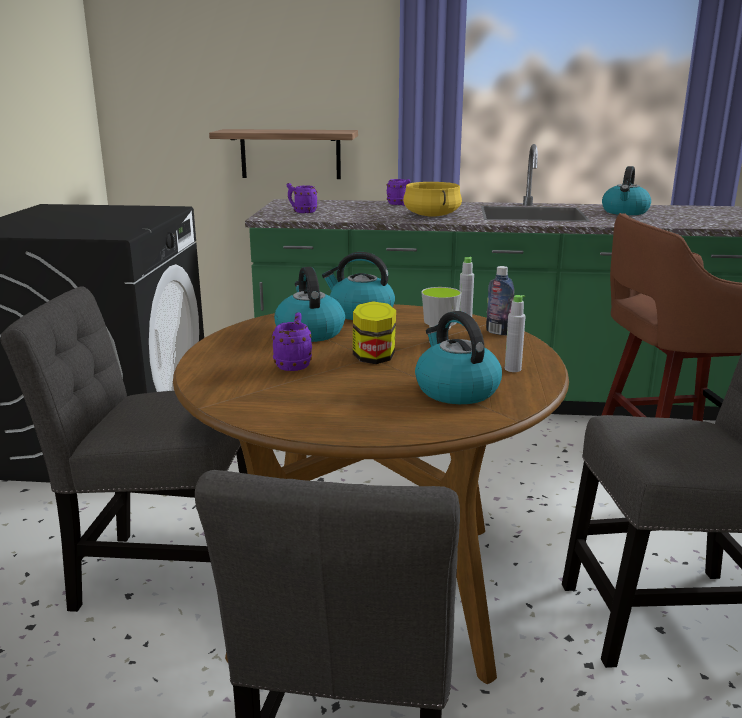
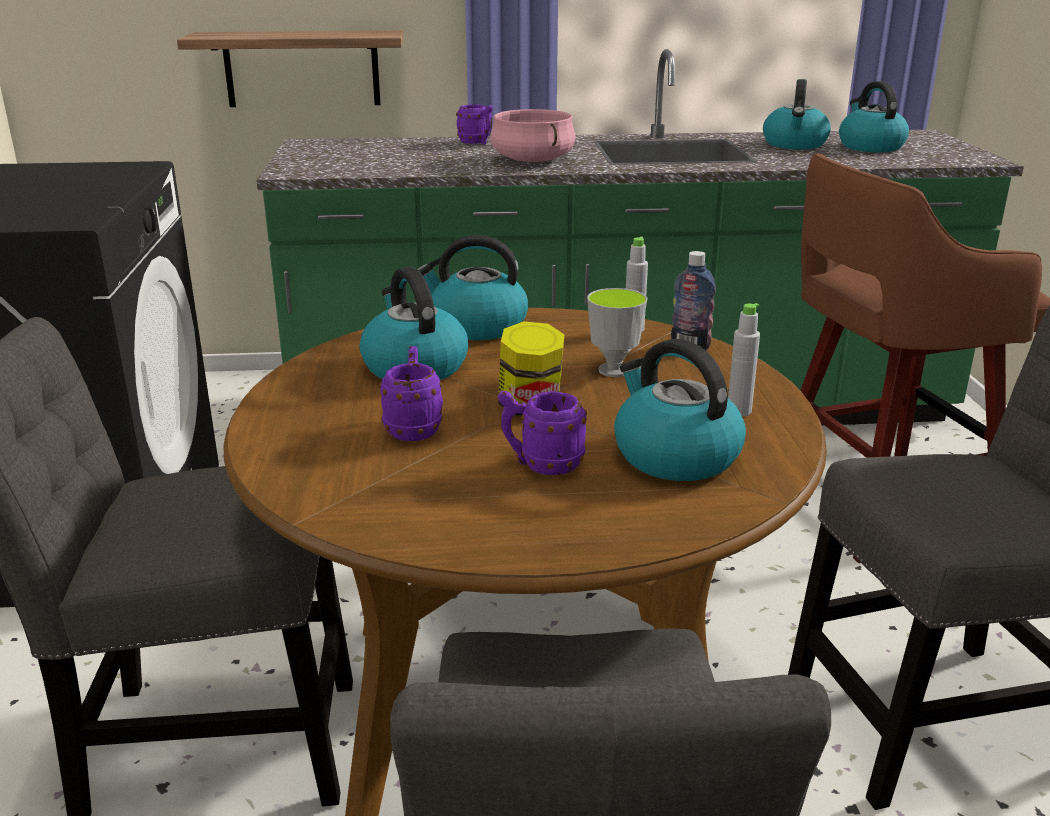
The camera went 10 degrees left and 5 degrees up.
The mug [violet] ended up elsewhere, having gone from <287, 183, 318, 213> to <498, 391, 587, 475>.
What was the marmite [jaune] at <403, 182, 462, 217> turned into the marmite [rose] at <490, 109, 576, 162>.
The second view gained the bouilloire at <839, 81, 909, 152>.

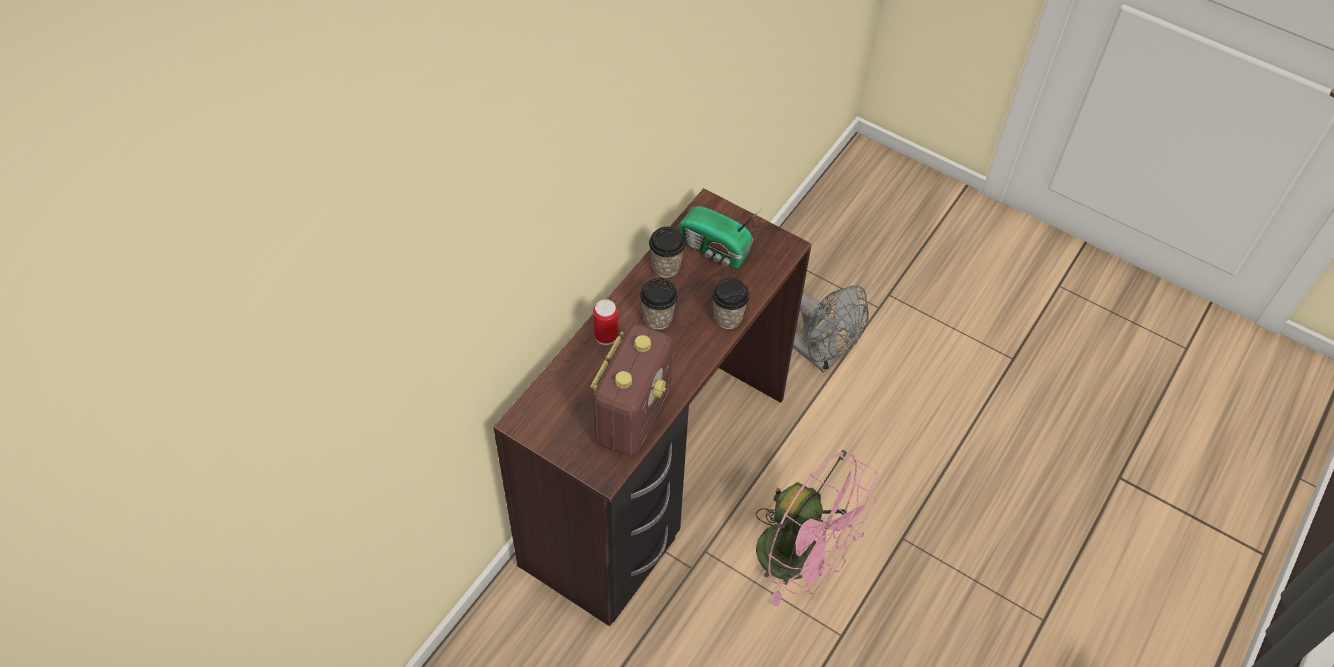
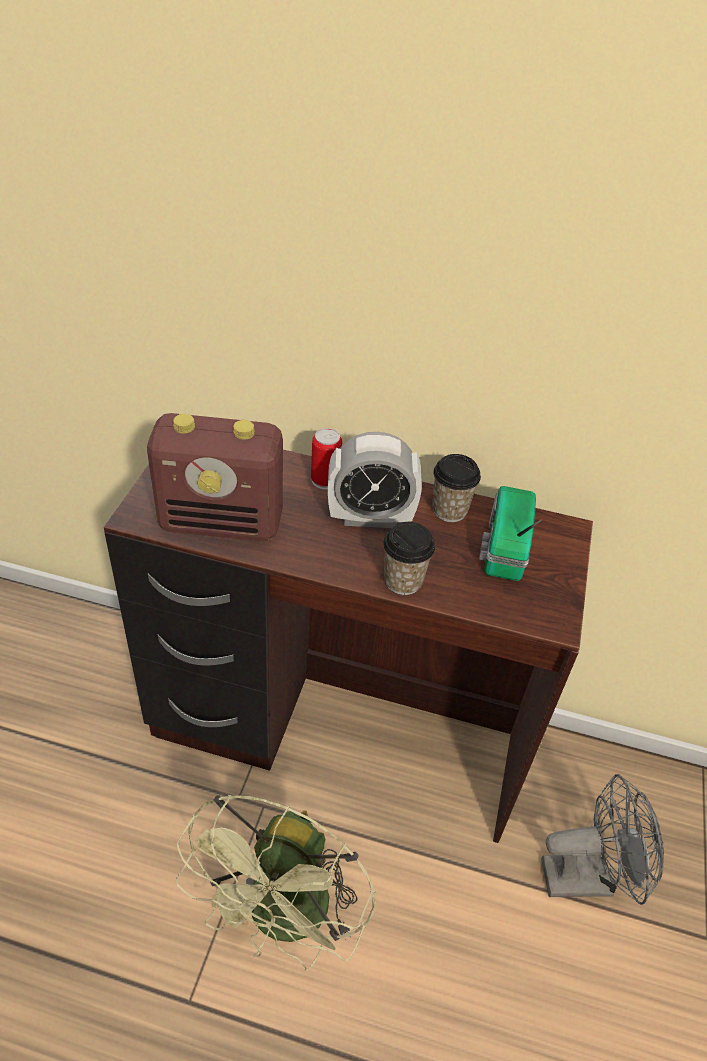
The camera went 70 degrees right and 10 degrees down.
Where the tasse stood at <640, 278, 678, 330>, the réveil came to stand at <328, 432, 422, 528>.
What was the ventilateur [rose] at <756, 450, 878, 606> turned into the ventilateur [vert] at <175, 795, 376, 971>.
The ventilateur [gris] at <793, 285, 869, 373> ended up facing another way, 120 degrees counterclockwise from before.

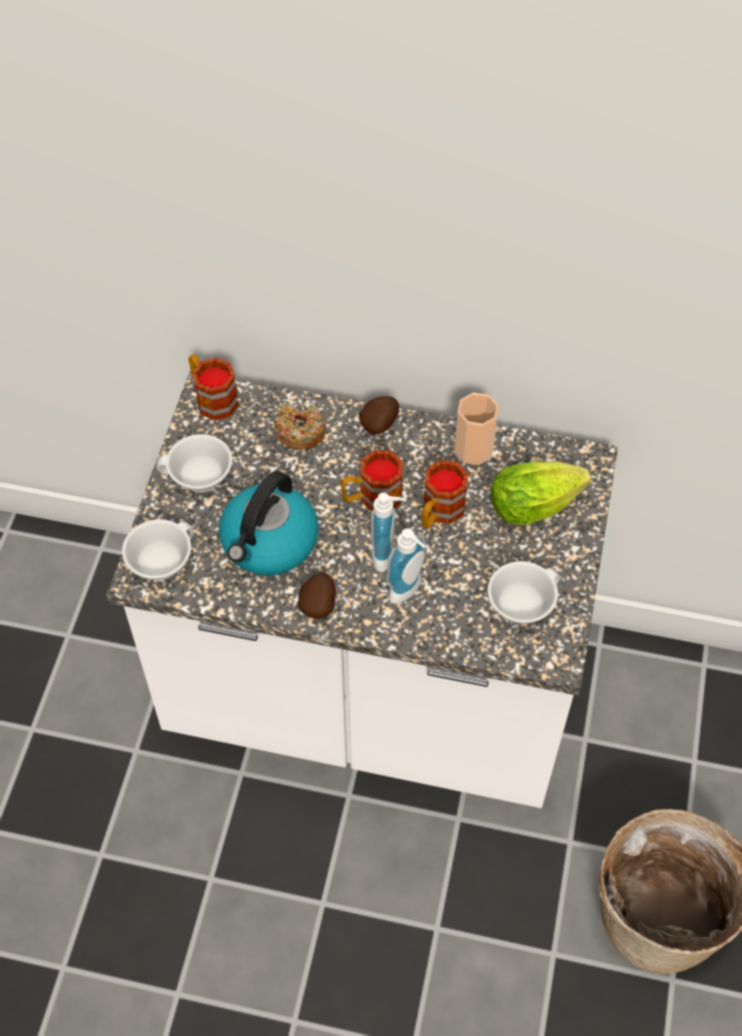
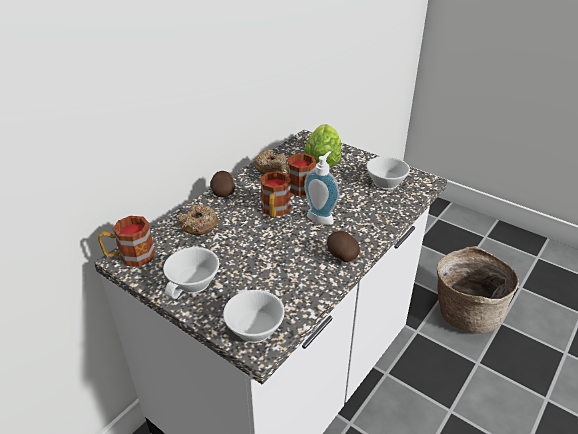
The camera went 65 degrees left and 20 degrees down.
The second view lost the bouilloire at <219, 471, 319, 576>.
The second view lost the distributeur de savon at <386, 528, 426, 604>.
Where the tasse stood at <454, 393, 499, 465>, the beignet came to stand at <254, 150, 287, 174>.

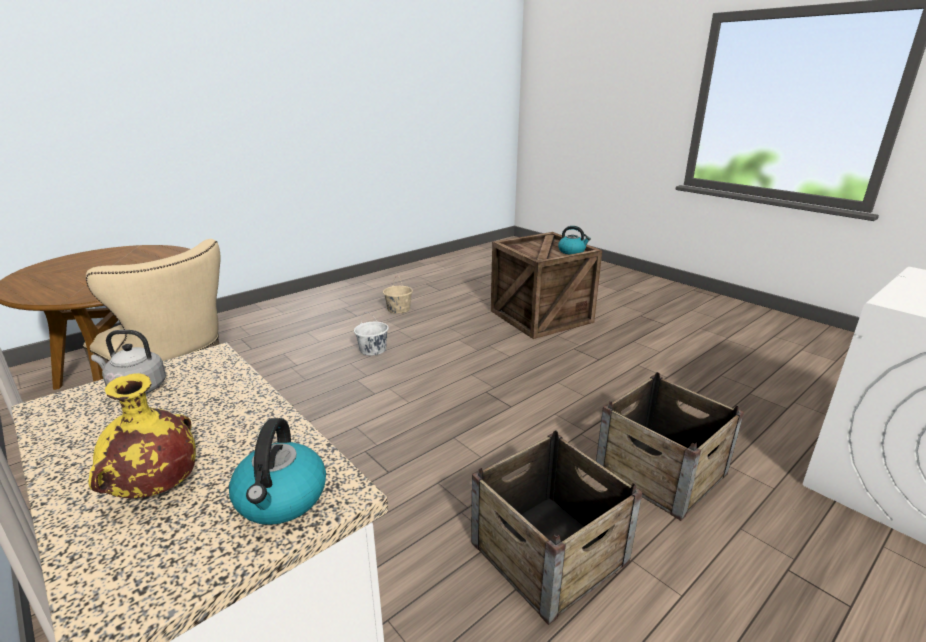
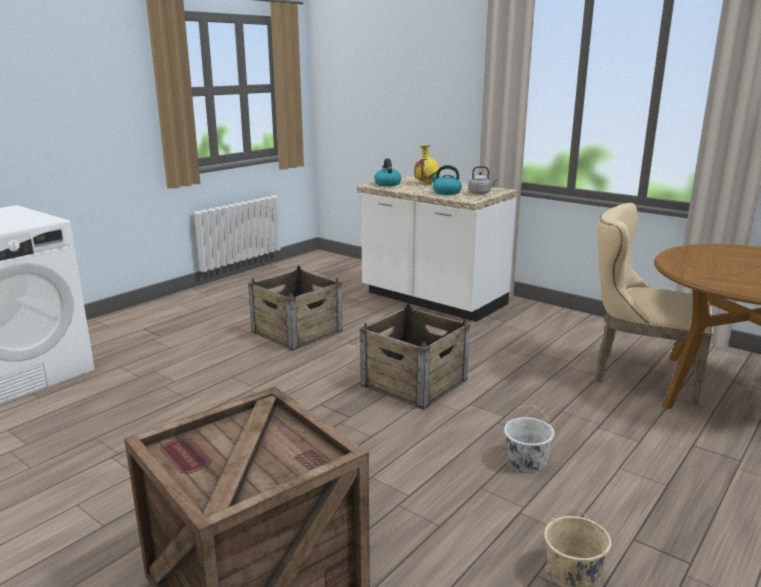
The camera went 170 degrees right and 5 degrees down.
The bouilloire ended up elsewhere, having gone from <558, 226, 591, 255> to <429, 165, 462, 195>.
The caisse ended up elsewhere, having gone from <596, 372, 744, 521> to <360, 303, 470, 410>.

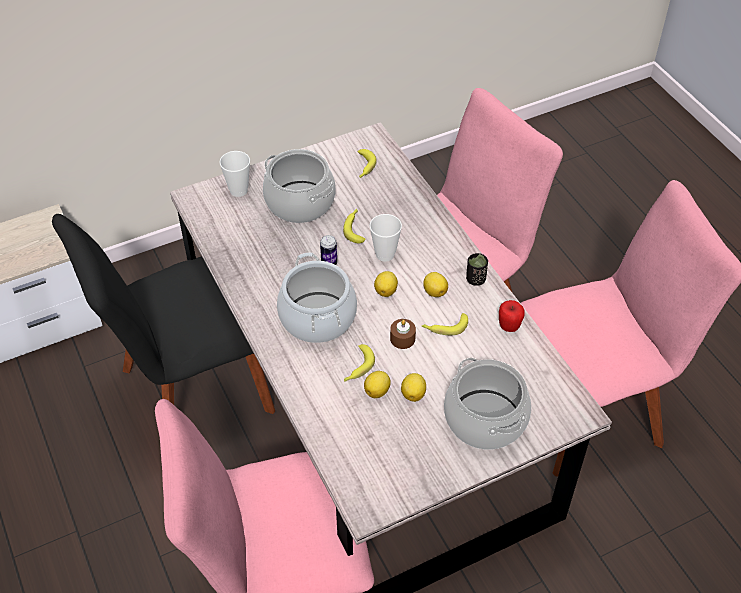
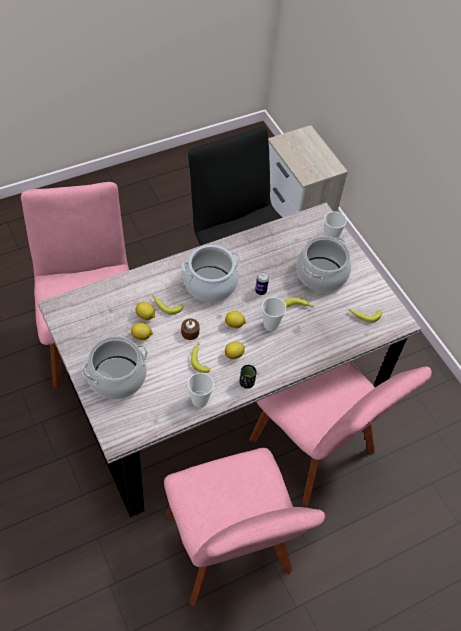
The camera went 85 degrees right and 5 degrees up.
Where the pomme stood at <499, 300, 525, 332>, the tasse came to stand at <188, 373, 214, 408>.

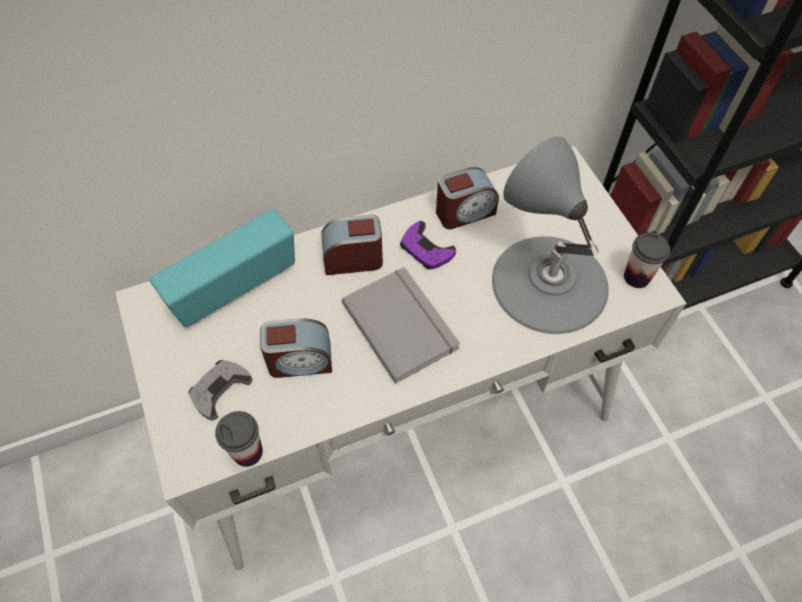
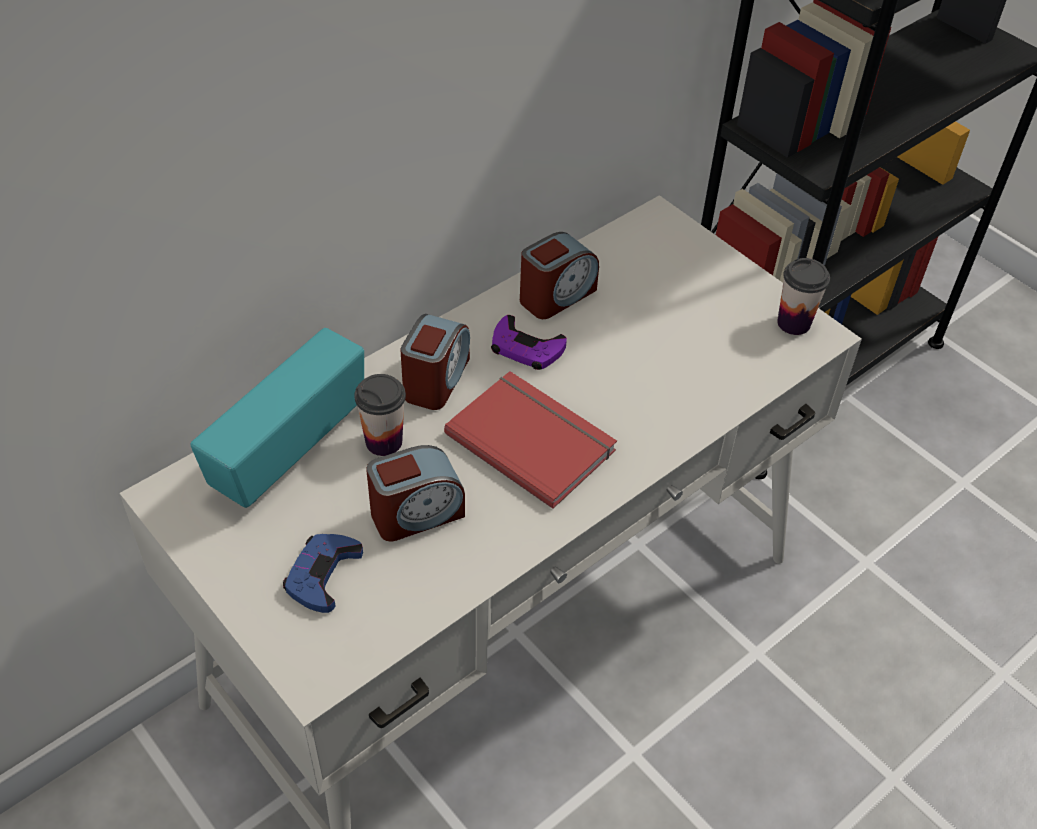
The camera went 20 degrees left and 10 degrees down.
What was the manette [gris] at <188, 360, 252, 421> turned into the manette [bleu] at <283, 534, 363, 613>.
The tasse ended up elsewhere, having gone from <215, 411, 263, 467> to <355, 374, 406, 456>.
The réveil at <321, 215, 383, 275> ended up facing another way, 135 degrees clockwise from before.
What was the livre [gris] at <342, 267, 460, 383> turned into the livre [rouge] at <444, 371, 617, 509>.
The second view lost the lampe de table [gris] at <492, 136, 609, 334>.

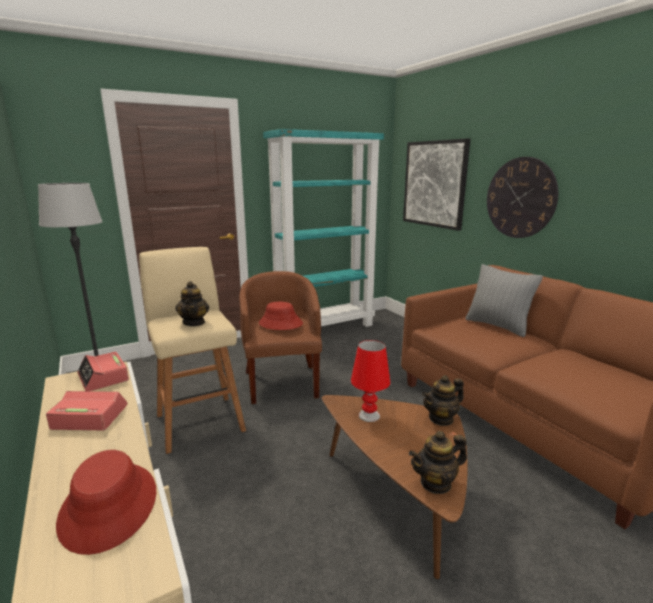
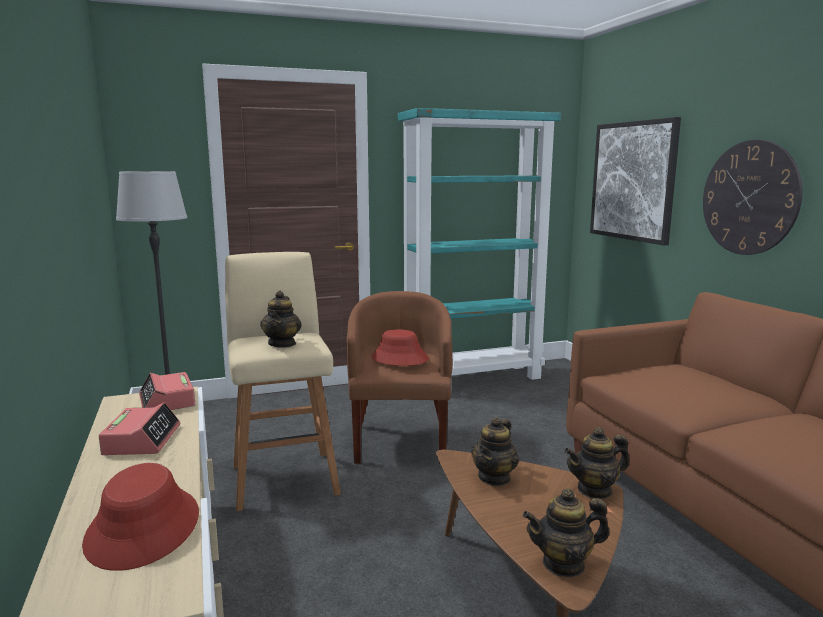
The camera went 10 degrees right and 5 degrees down.
The réveil at <46, 391, 127, 430> ended up facing another way, 75 degrees clockwise from before.
Where the lampe de table [rouge] stood at <351, 340, 391, 422>, the théière came to stand at <471, 417, 519, 486>.
The second view lost the coussin [gris] at <465, 264, 543, 337>.

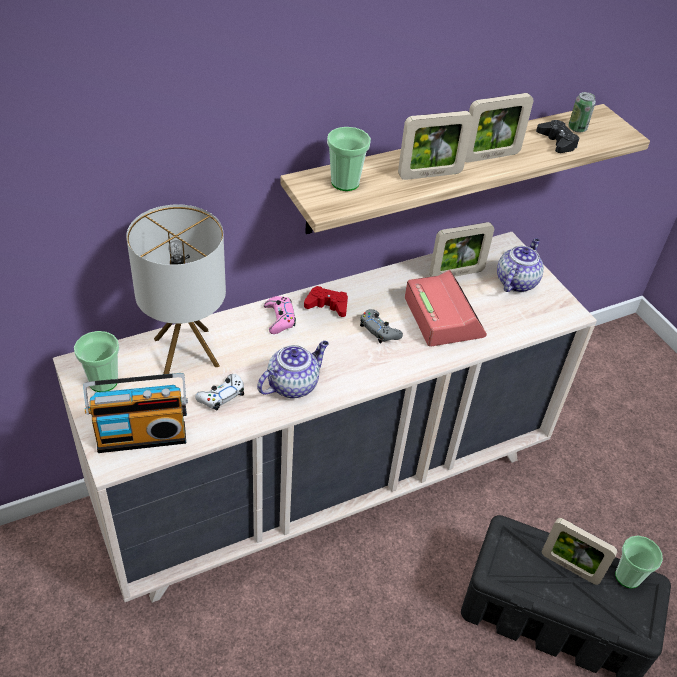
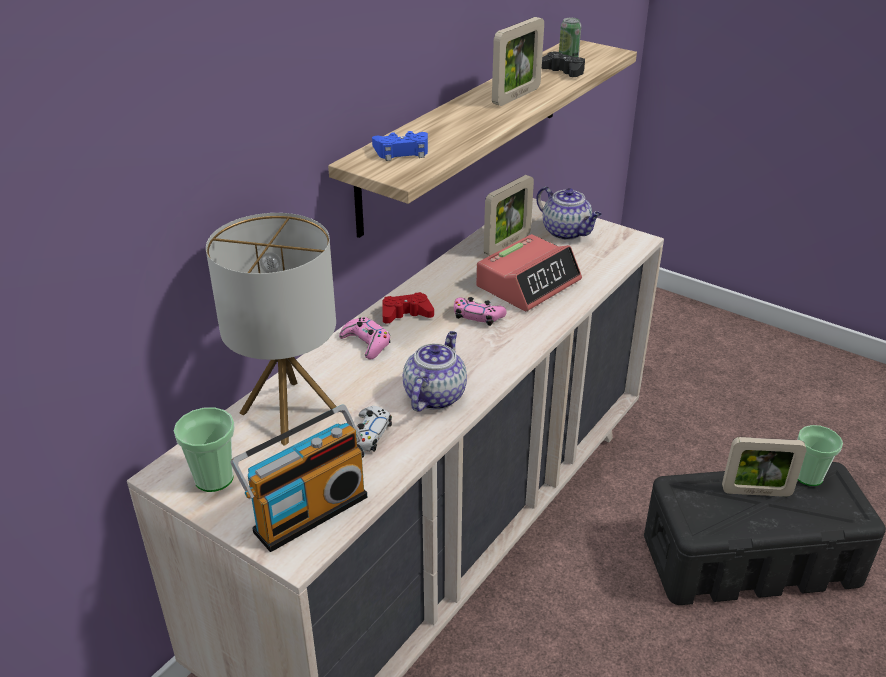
The camera went 25 degrees left and 10 degrees down.
Where the tasse stood at <327, 127, 371, 191>, the manette [bleu] came to stand at <372, 131, 428, 161>.
What was the manette [gris] at <360, 309, 403, 343> turned into the manette [rose] at <454, 297, 507, 326>.
The second view lost the cadre photo at <398, 111, 473, 180>.
The réveil at <405, 270, 487, 347> ended up facing another way, 90 degrees clockwise from before.
The théière at <497, 238, 544, 292> ended up facing another way, 135 degrees clockwise from before.

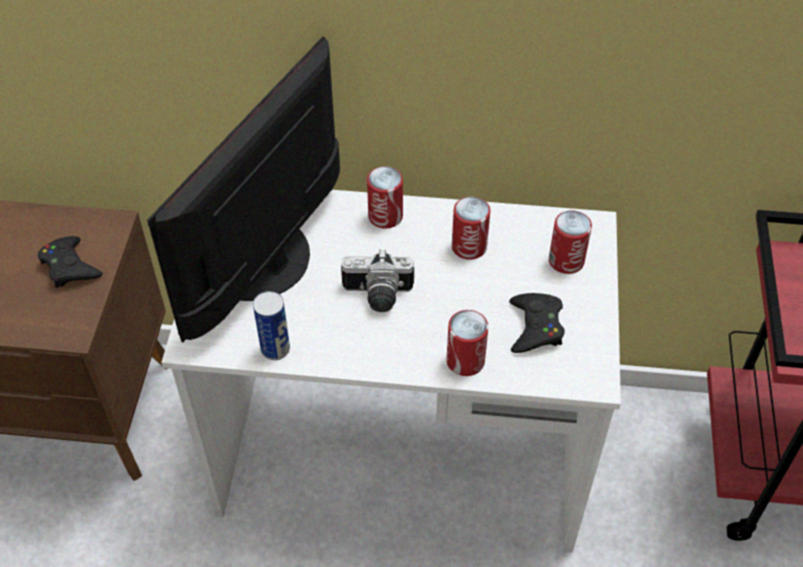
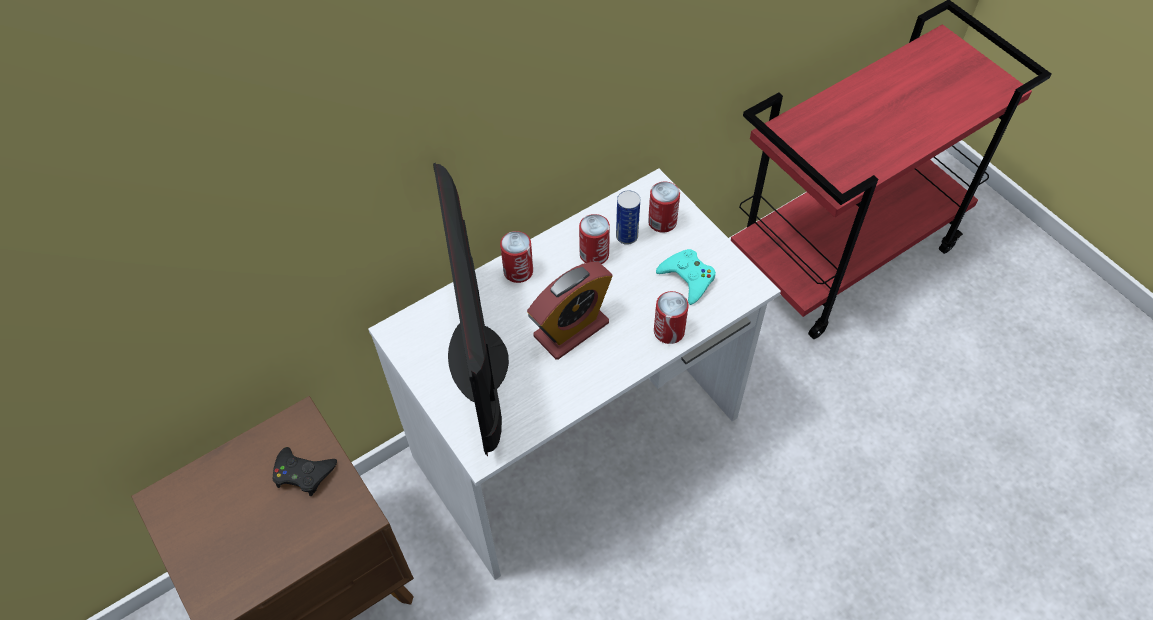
The camera went 40 degrees left and 5 degrees up.
The boîte métallique ended up elsewhere, having gone from <253, 291, 290, 360> to <616, 190, 640, 245>.
Where the appareil photo stood at <341, 249, 414, 312>, the réveil came to stand at <527, 262, 613, 360>.
What was the manette [noir] at <509, 293, 565, 353> turned into the manette [turquoise] at <656, 249, 716, 305>.

